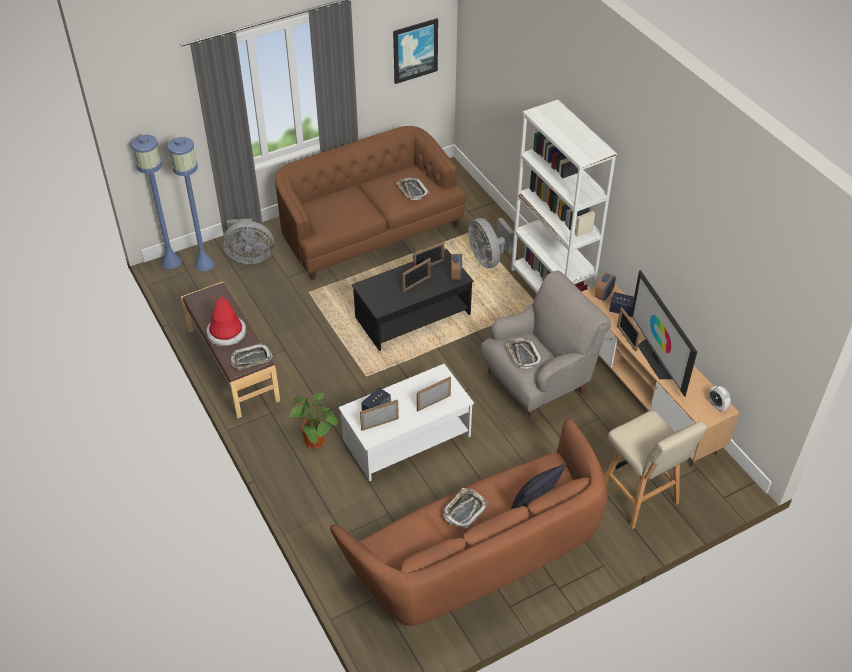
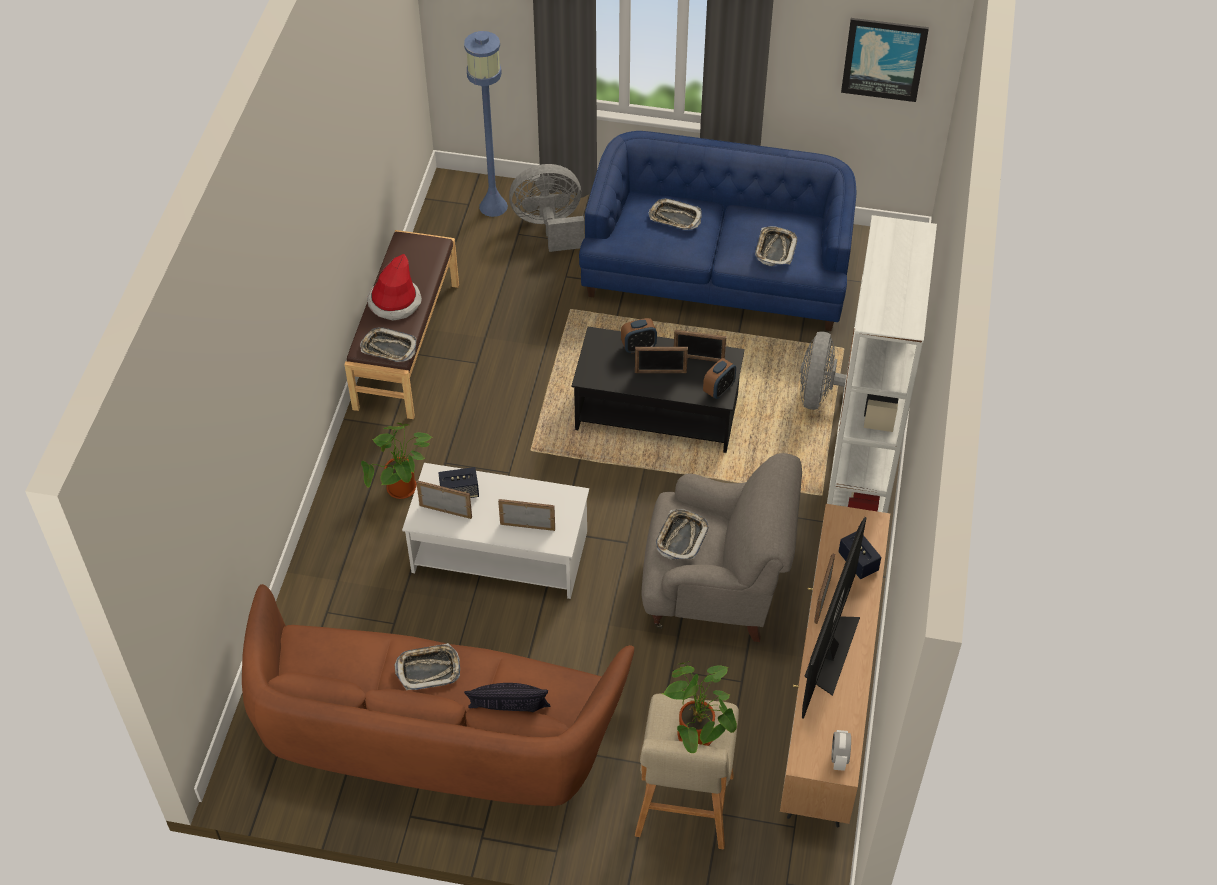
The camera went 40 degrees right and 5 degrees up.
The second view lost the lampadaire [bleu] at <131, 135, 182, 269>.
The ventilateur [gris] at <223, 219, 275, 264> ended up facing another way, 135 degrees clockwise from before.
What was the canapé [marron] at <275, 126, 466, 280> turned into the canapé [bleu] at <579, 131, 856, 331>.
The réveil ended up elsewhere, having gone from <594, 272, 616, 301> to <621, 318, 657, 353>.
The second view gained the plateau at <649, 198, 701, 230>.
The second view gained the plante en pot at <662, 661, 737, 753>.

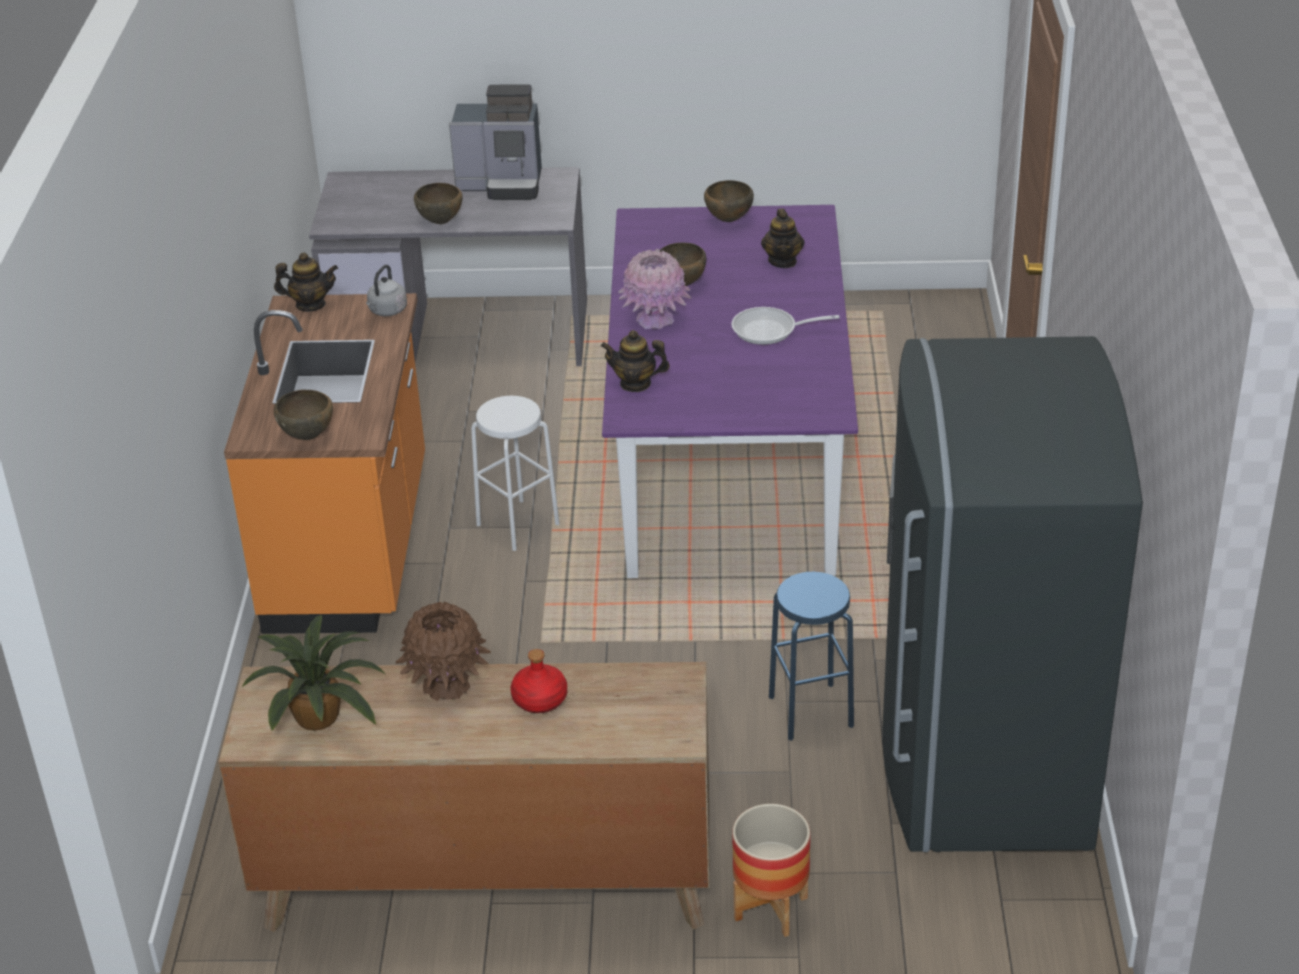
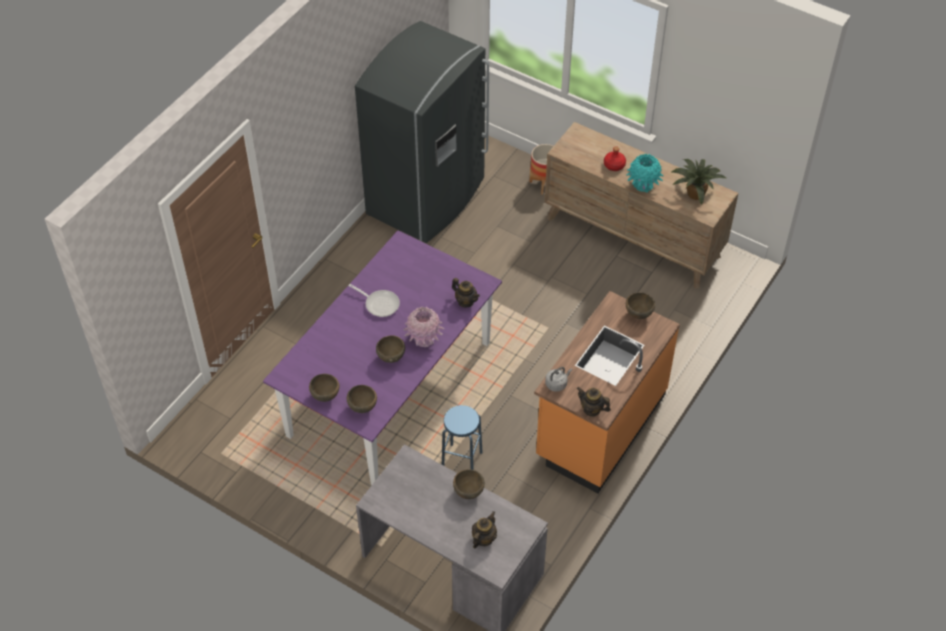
The camera went 150 degrees left and 15 degrees up.
What was the vase [marron] at <396, 601, 491, 701> turned into the vase [turquoise] at <626, 154, 664, 193>.
The second view lost the machine à café at <449, 84, 542, 200>.
The second view lost the tabouret [blanc] at <471, 396, 559, 551>.
The théière ended up elsewhere, having gone from <761, 208, 805, 268> to <472, 511, 497, 548>.
The tabouret [bleu] ended up elsewhere, having gone from <769, 572, 854, 741> to <442, 405, 483, 470>.
The second view gained the bol [marron] at <347, 385, 377, 413>.

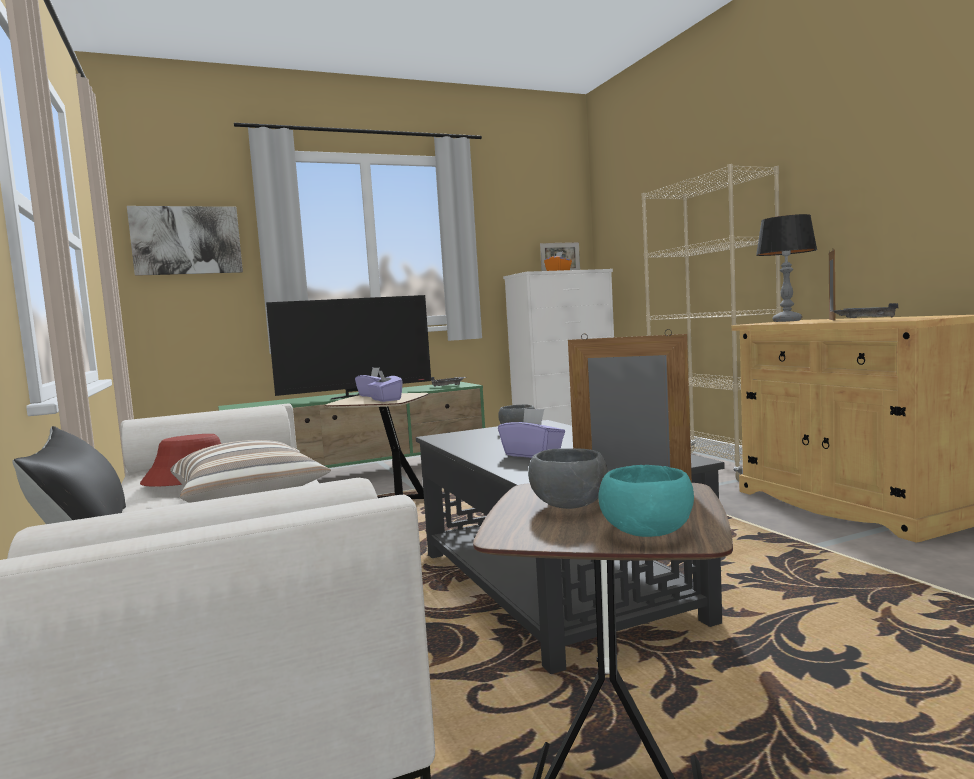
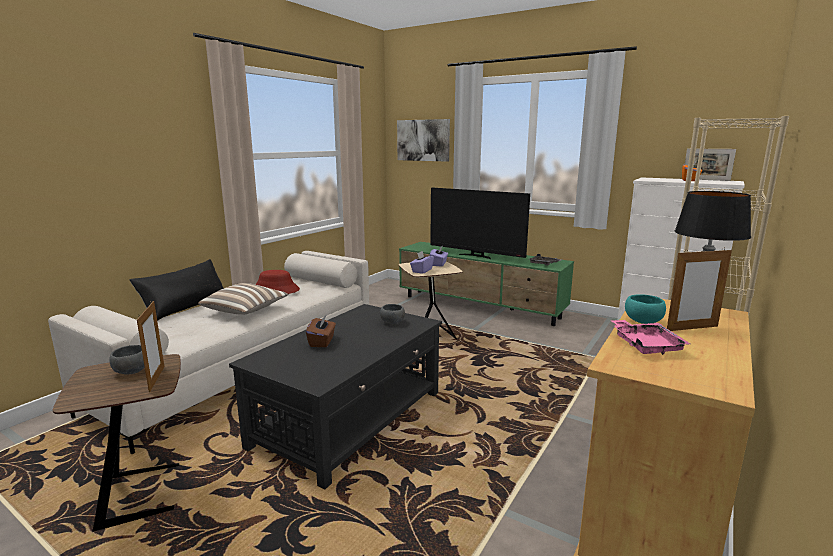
The camera went 55 degrees right and 10 degrees up.
What was the boîte à mouchoirs [violet] at <498, 408, 565, 458> turned into the boîte à mouchoirs [marron] at <306, 314, 336, 347>.
The bol [turquoise] ended up elsewhere, having gone from <598, 465, 694, 537> to <625, 294, 666, 324>.
What was the plateau [gris] at <830, 303, 899, 318> turned into the plateau [rose] at <610, 320, 690, 355>.

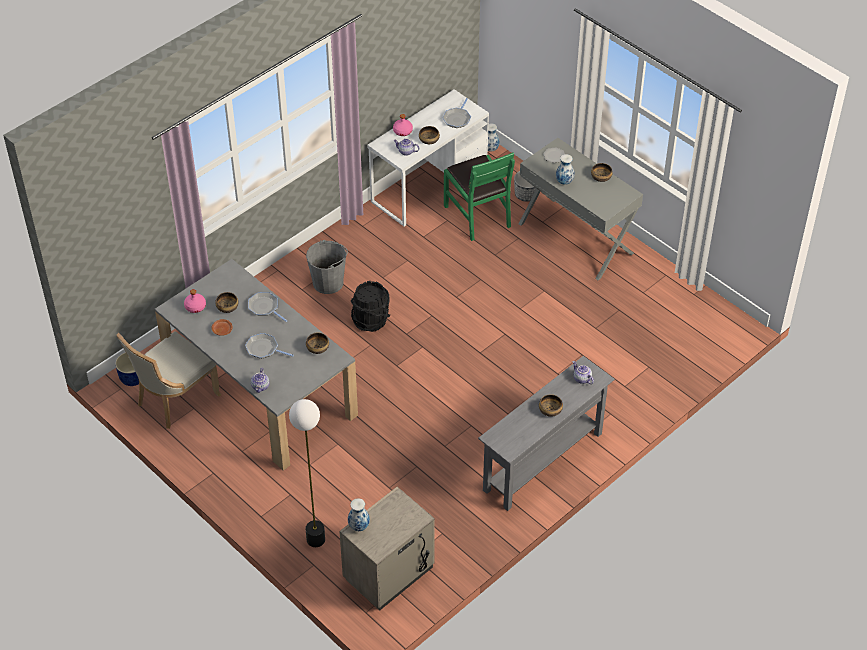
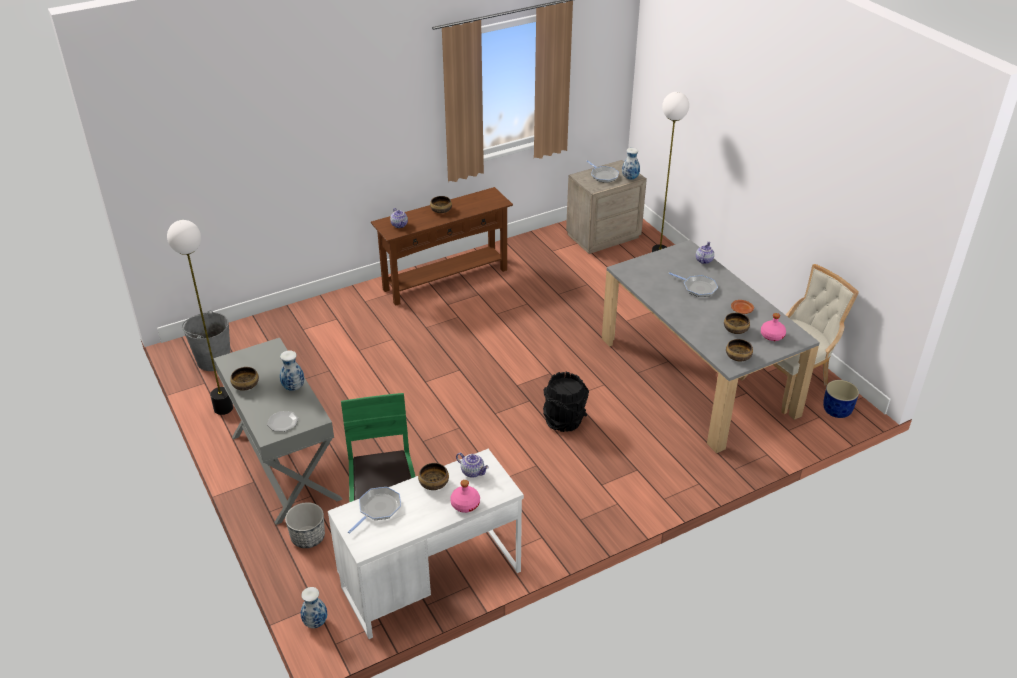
The camera went 165 degrees left and 10 degrees down.
The poêle ended up elsewhere, having gone from <248, 292, 287, 322> to <586, 160, 619, 183>.
The seau [gris] ended up elsewhere, having gone from <306, 240, 348, 294> to <182, 311, 231, 371>.
The bol ended up elsewhere, having gone from <306, 333, 329, 354> to <726, 339, 753, 361>.
What was the table console [gris] at <478, 356, 615, 511> turned into the table console [marron] at <371, 187, 513, 306>.
The second view gained the lampadaire at <167, 220, 233, 415>.

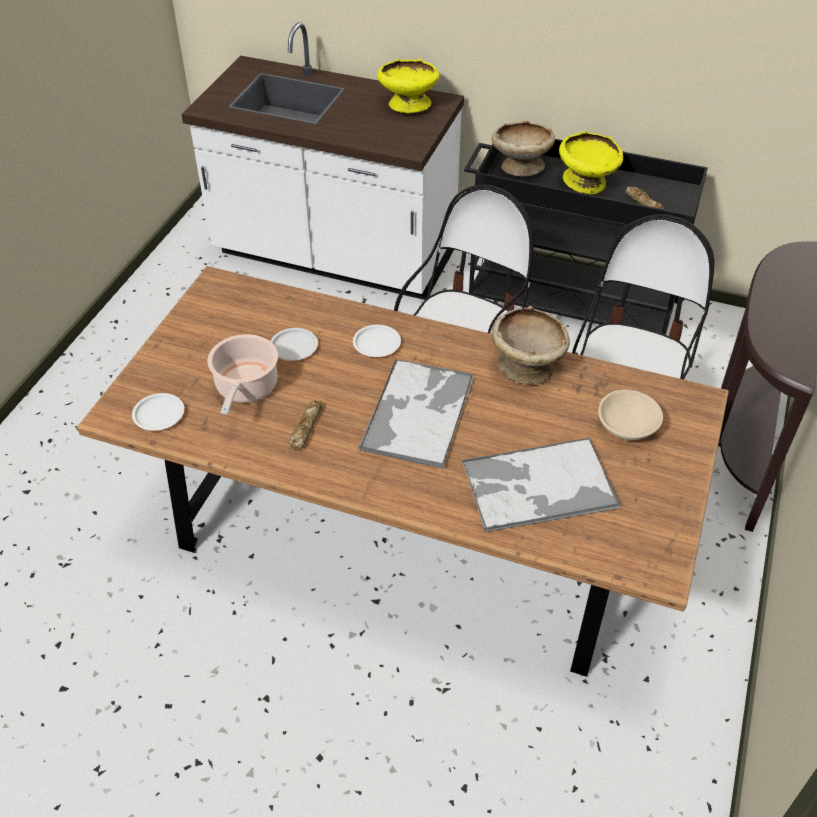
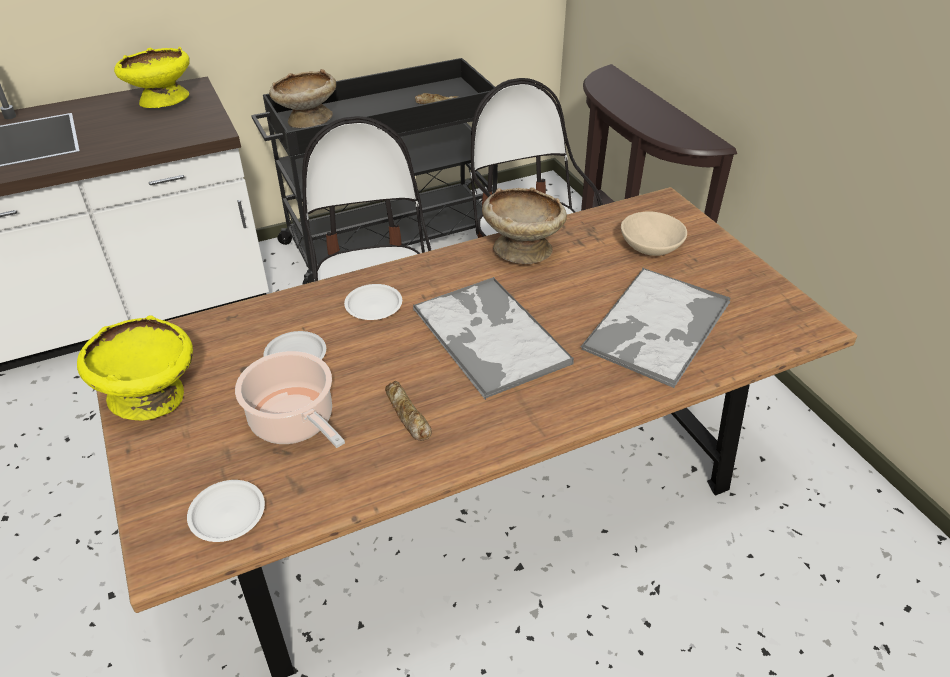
The camera went 45 degrees left and 5 degrees down.
The bol [jaune] ended up elsewhere, having gone from <559, 131, 623, 194> to <77, 315, 193, 420>.

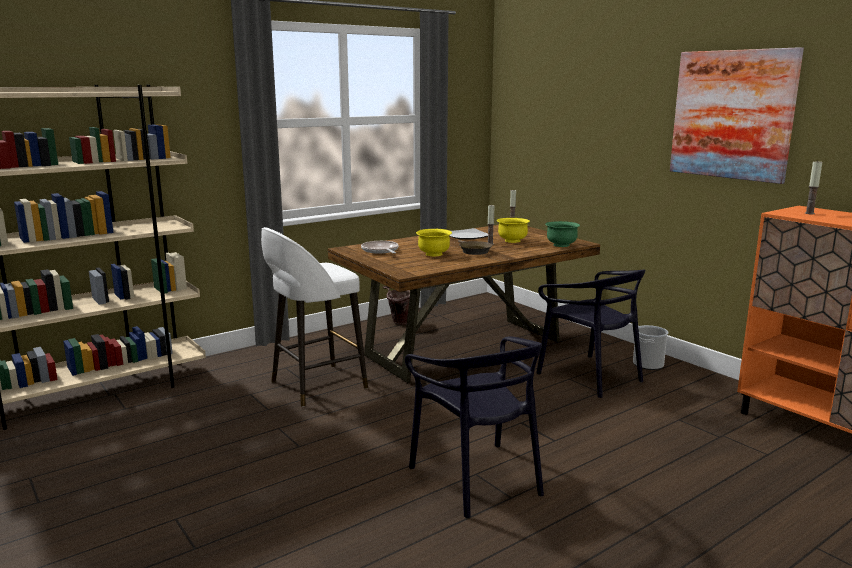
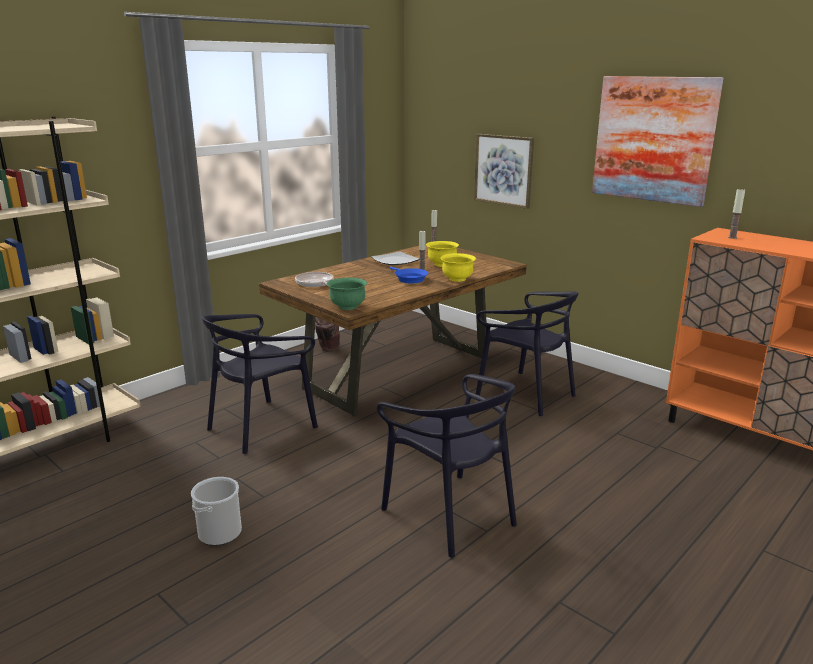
The camera went 10 degrees left and 5 degrees up.
Where the tabouret [blanc] stood at <261, 227, 368, 407>, the chaise [noir] came to stand at <202, 314, 318, 454>.
The bol [jaune] ended up elsewhere, having gone from <416, 229, 452, 256> to <441, 253, 476, 282>.
What was the poêle [marron] at <458, 240, 493, 255> turned into the poêle [bleu] at <390, 267, 428, 283>.
The bol [vert] ended up elsewhere, having gone from <545, 221, 580, 247> to <327, 278, 367, 310>.
The seau ended up elsewhere, having gone from <633, 325, 669, 370> to <191, 477, 242, 546>.
The second view gained the tableau at <474, 134, 534, 209>.

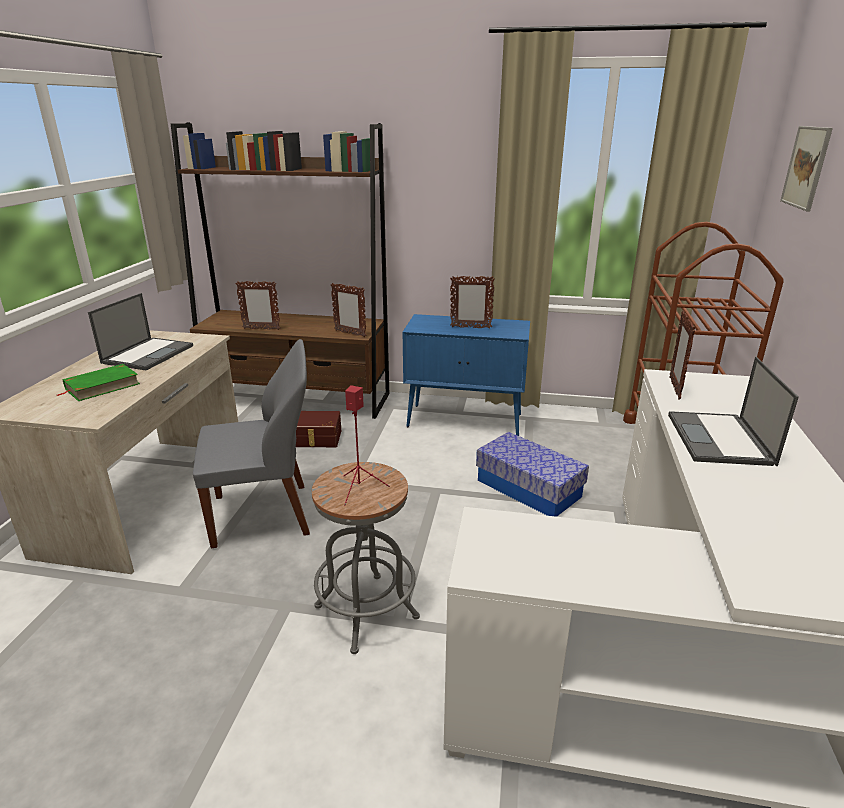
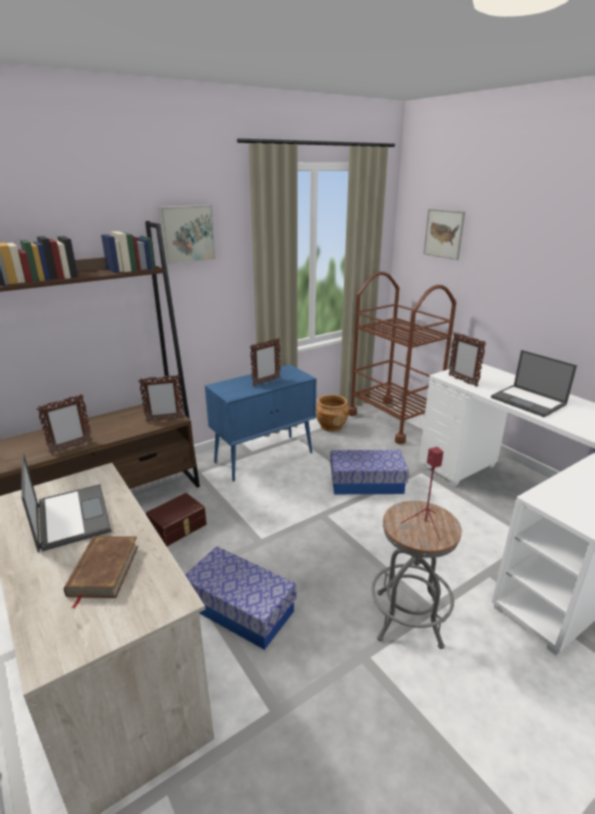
The camera went 45 degrees left and 0 degrees up.
What was the livre [vert] at <57, 364, 140, 401> turned into the livre [marron] at <64, 536, 138, 609>.
Where the chaise [gris] stood at <193, 339, 310, 549>, the boîte de rangement came to stand at <185, 546, 297, 650>.
The second view gained the tableau at <158, 205, 216, 265>.
The second view gained the cache-pot [marron] at <316, 395, 349, 432>.

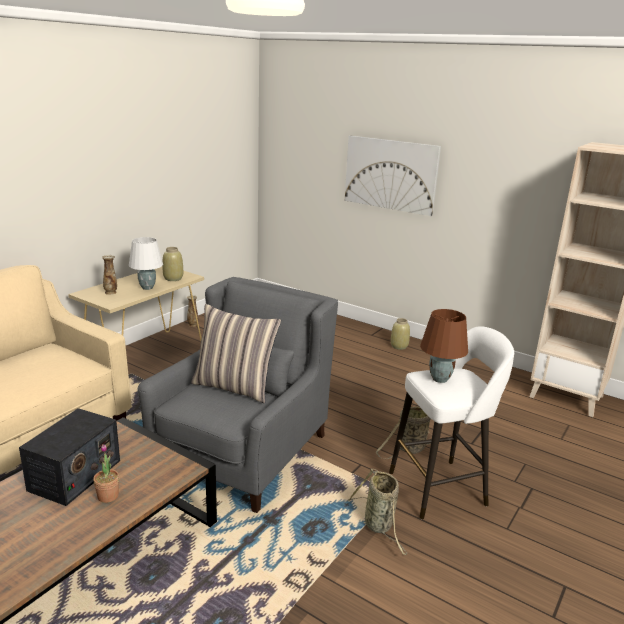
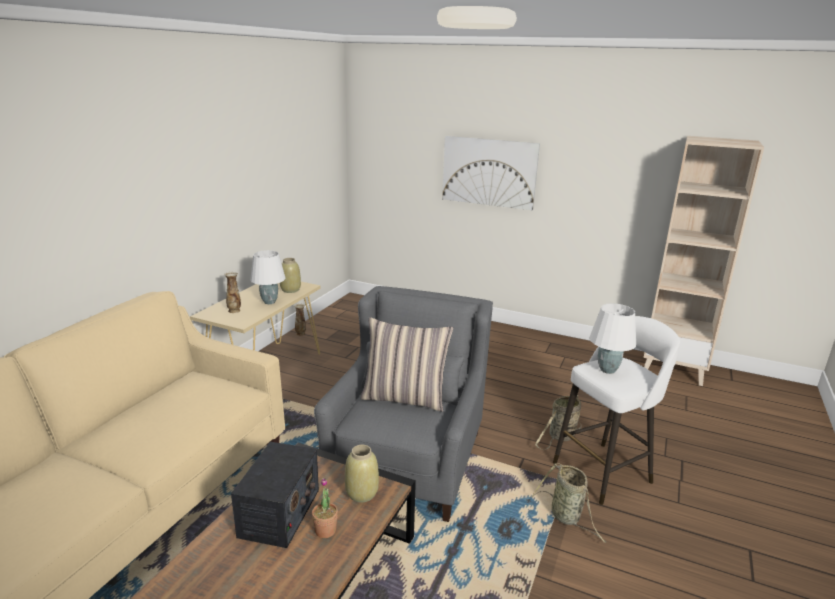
The camera went 10 degrees left and 0 degrees up.
The vase [beige] ended up elsewhere, having gone from <391, 318, 410, 350> to <345, 445, 379, 503>.
What was the lampe de table [marron] at <420, 309, 468, 383> turned into the lampe de table [blanc] at <589, 303, 636, 374>.

